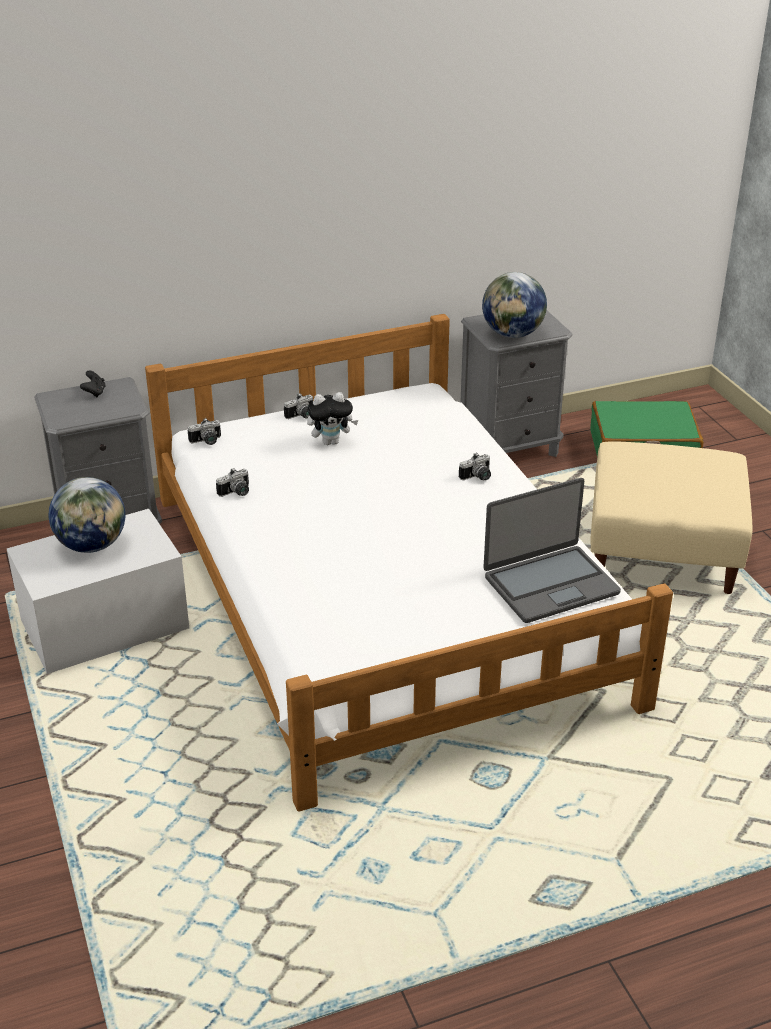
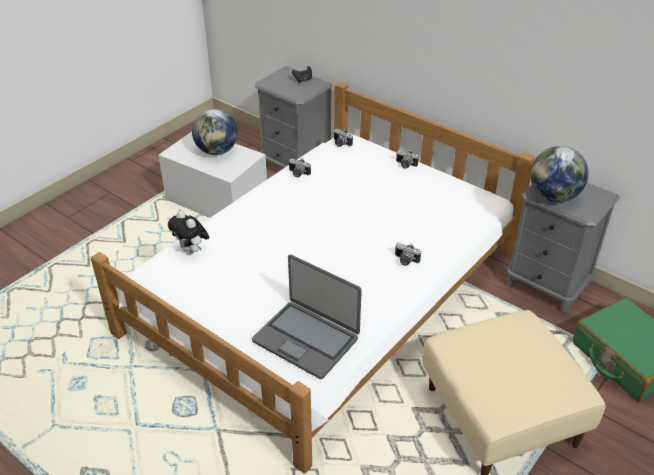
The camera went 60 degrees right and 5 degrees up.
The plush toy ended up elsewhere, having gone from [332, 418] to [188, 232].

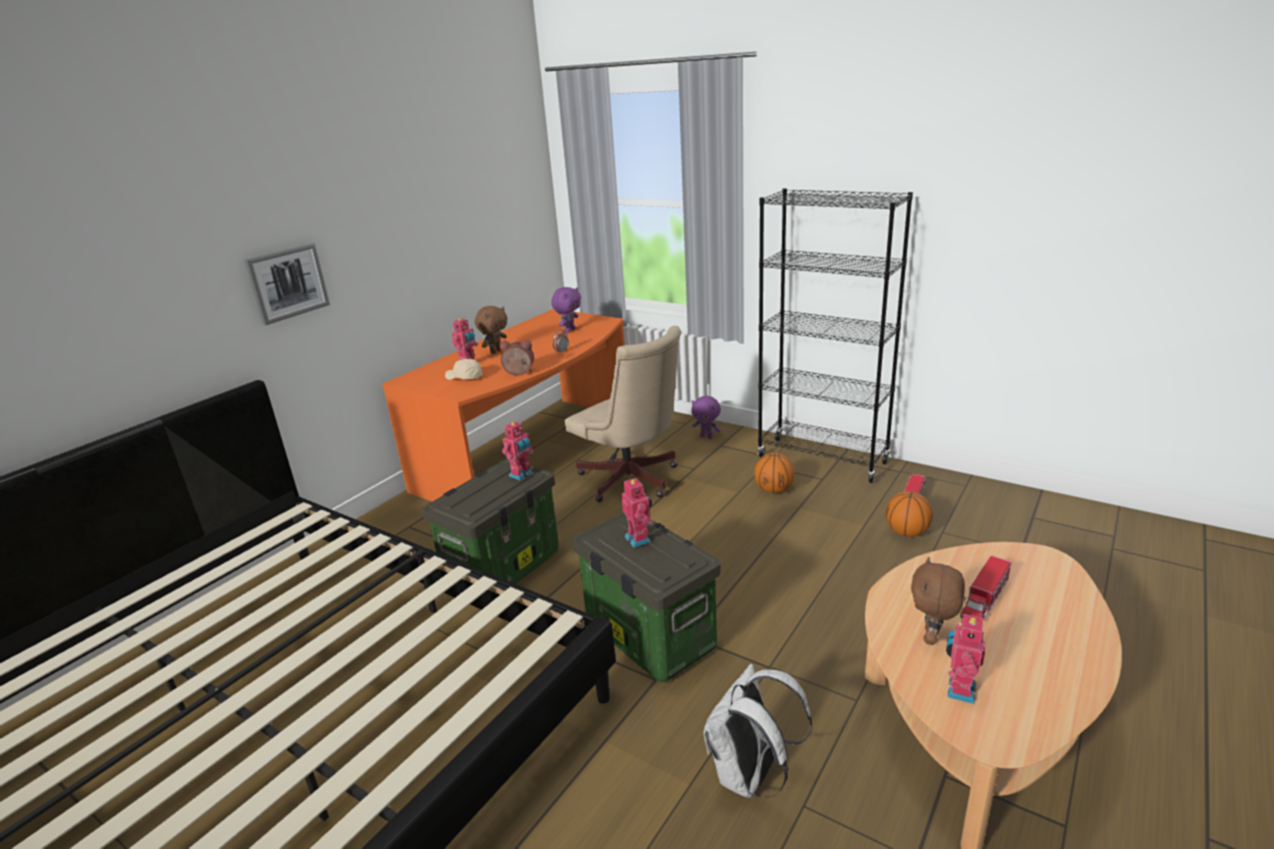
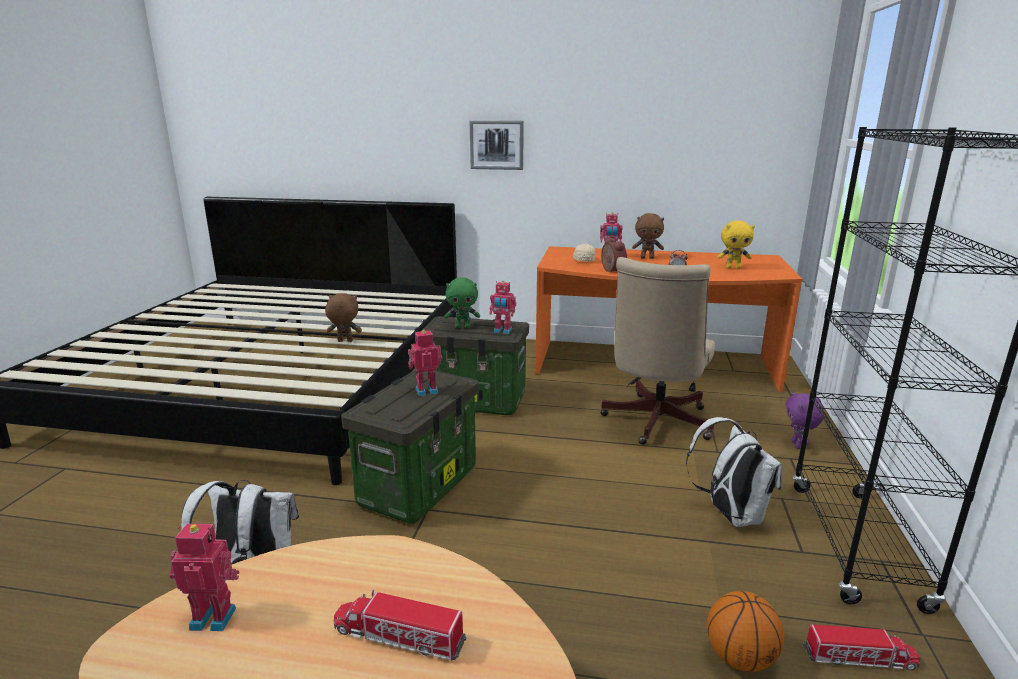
The camera went 65 degrees right and 5 degrees down.
What was the purple plush toy at [566, 310] turned into the yellow-coloured plush toy at [736, 245].
Where the basketball stood at [774, 473], the whitish knapsack came to stand at [734, 472].
The robot figure at [637, 512] ended up facing another way, 150 degrees counterclockwise from before.
The brown plush toy ended up elsewhere, having gone from [938, 601] to [343, 317].
The second view gained the green-coloured plush toy at [462, 302].

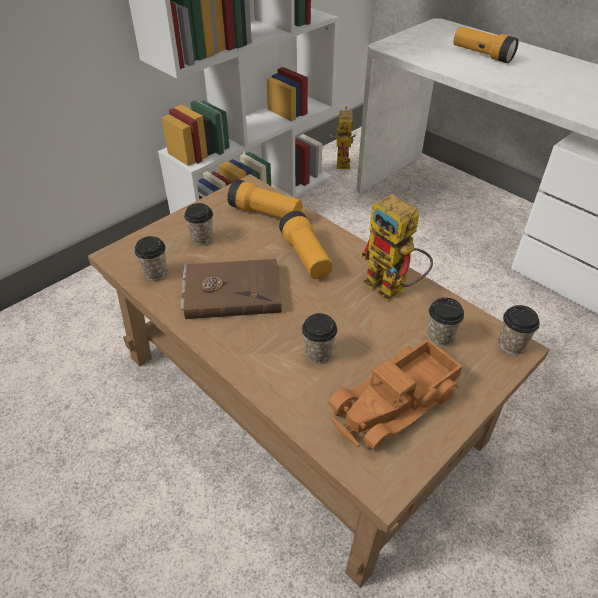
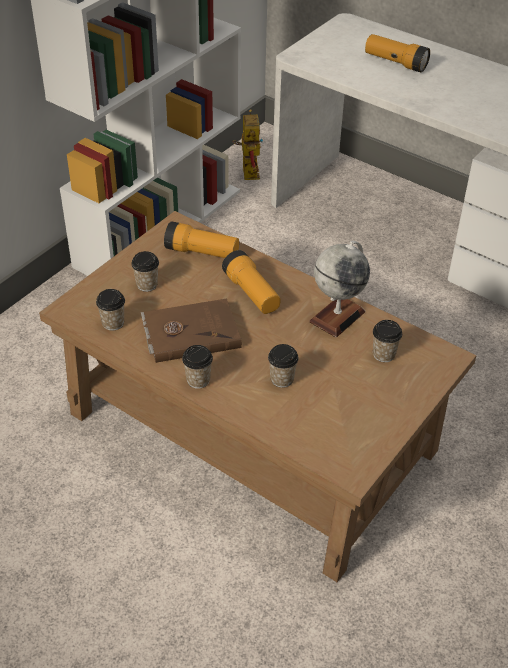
The camera went 10 degrees left and 0 degrees up.
Where the robot figure stood at [396, 247], the globe came to stand at [339, 289].
The drinking cup ended up elsewhere, having gone from [519, 329] to [197, 367].
The second view lost the model truck at [395, 394].

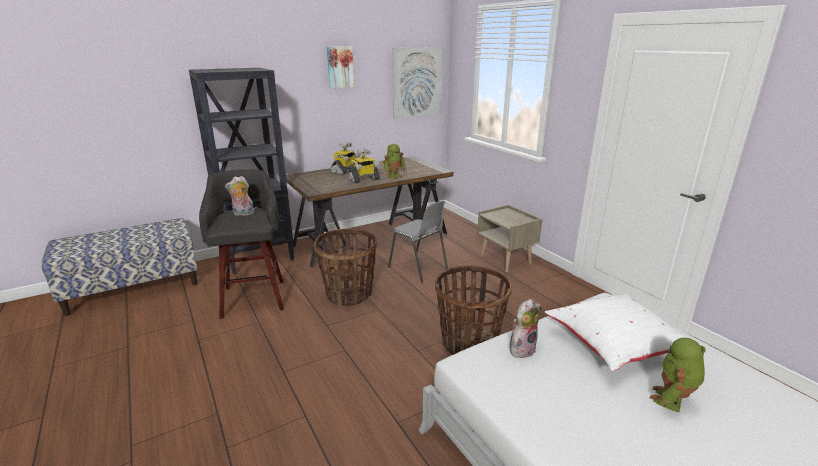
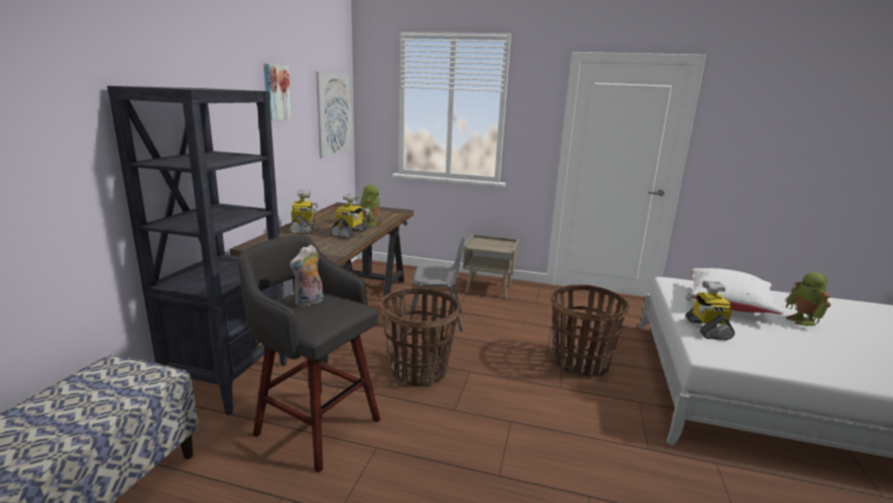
The camera went 45 degrees left and 5 degrees down.
Where the plush toy stood at [525, 328], the robot figure came to stand at [710, 310].

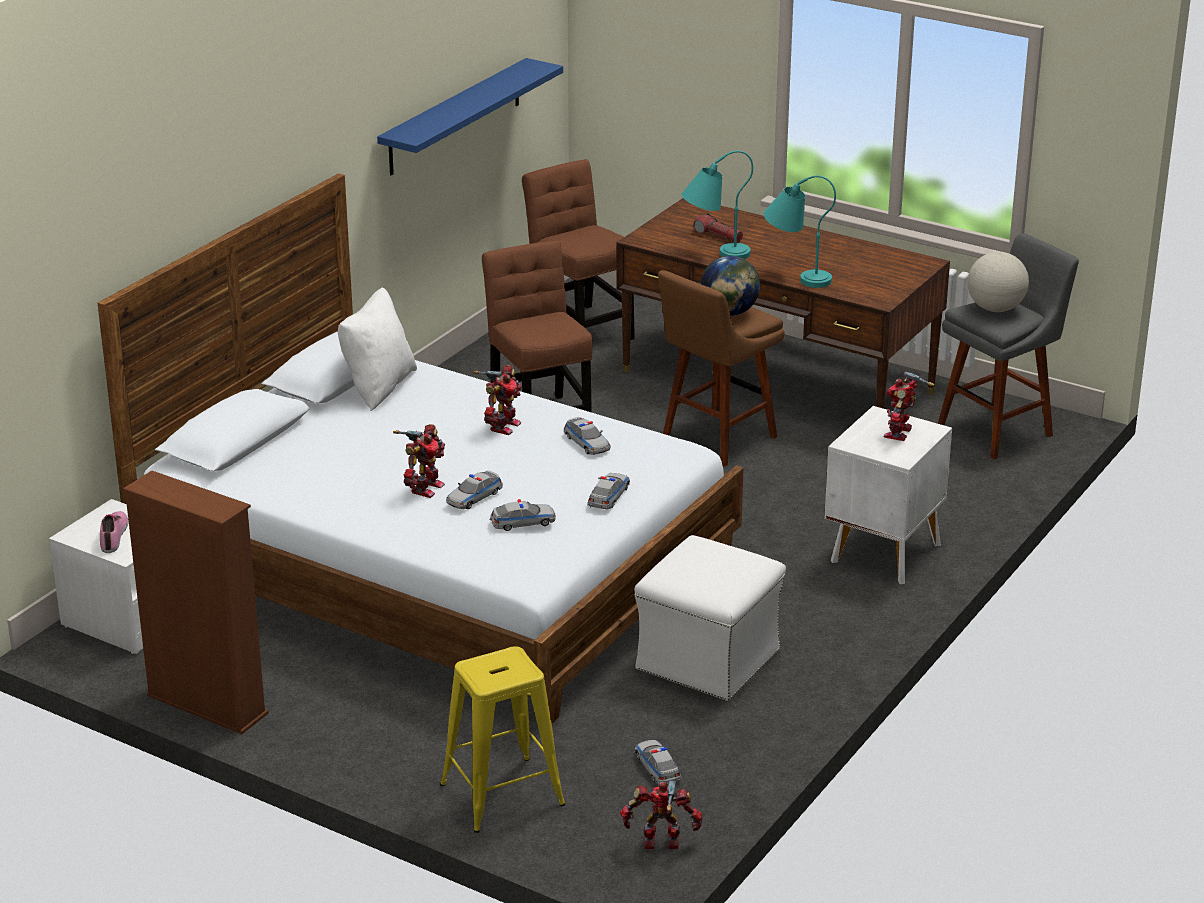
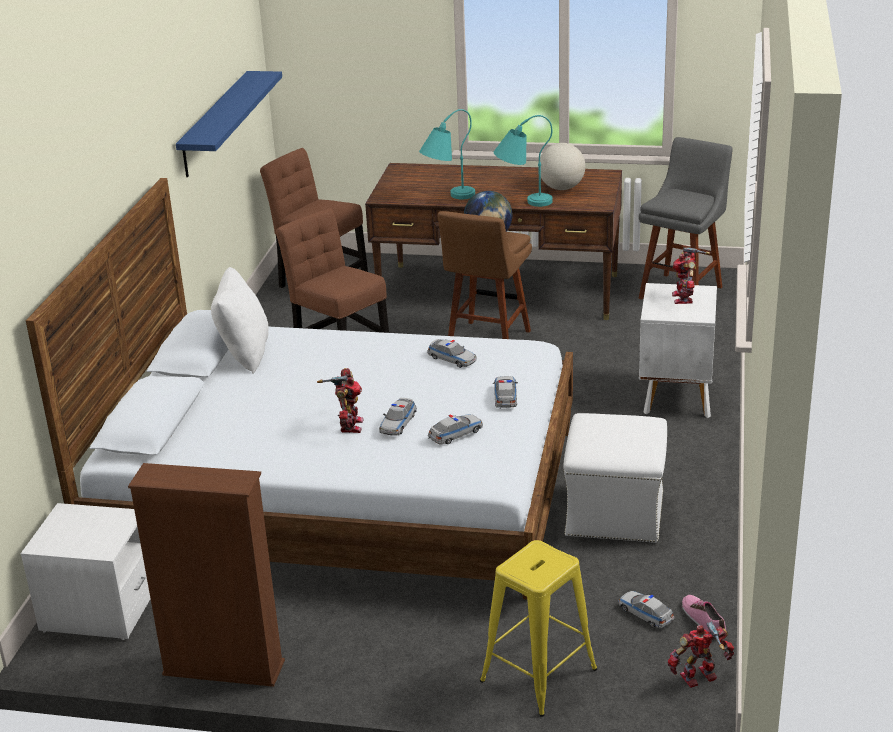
The camera went 20 degrees left and 0 degrees up.
The second view lost the flashlight at [718, 228].
The globe ended up elsewhere, having gone from [998, 282] to [562, 166].
The second view lost the robot figure at [497, 400].
The low shoe ended up elsewhere, having gone from [114, 532] to [704, 614].

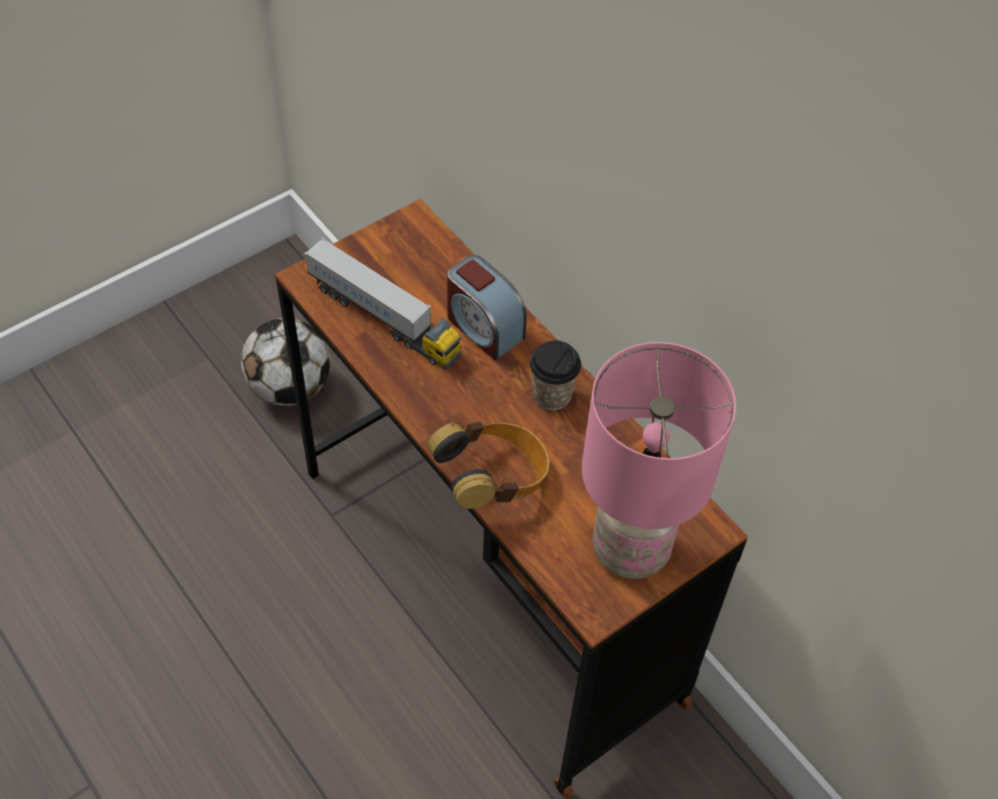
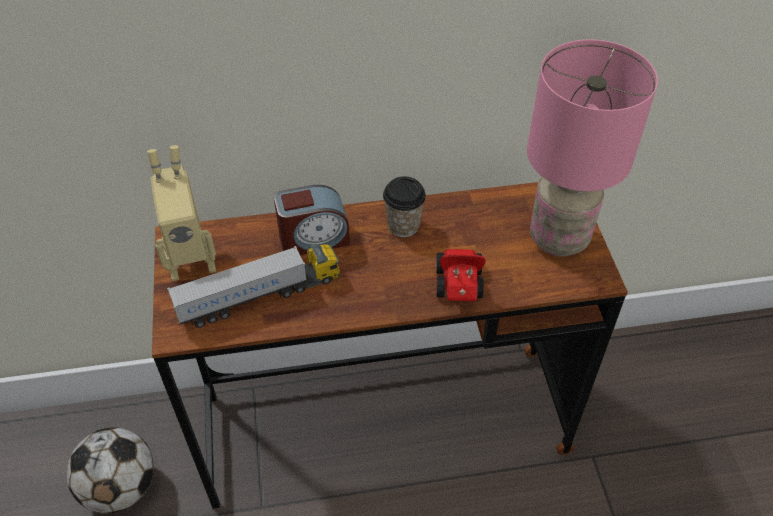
The camera went 60 degrees left and 5 degrees down.
Where the pair of headphones stood at [488, 465], the model car came to stand at [461, 275].
The second view gained the robot figure at [181, 213].

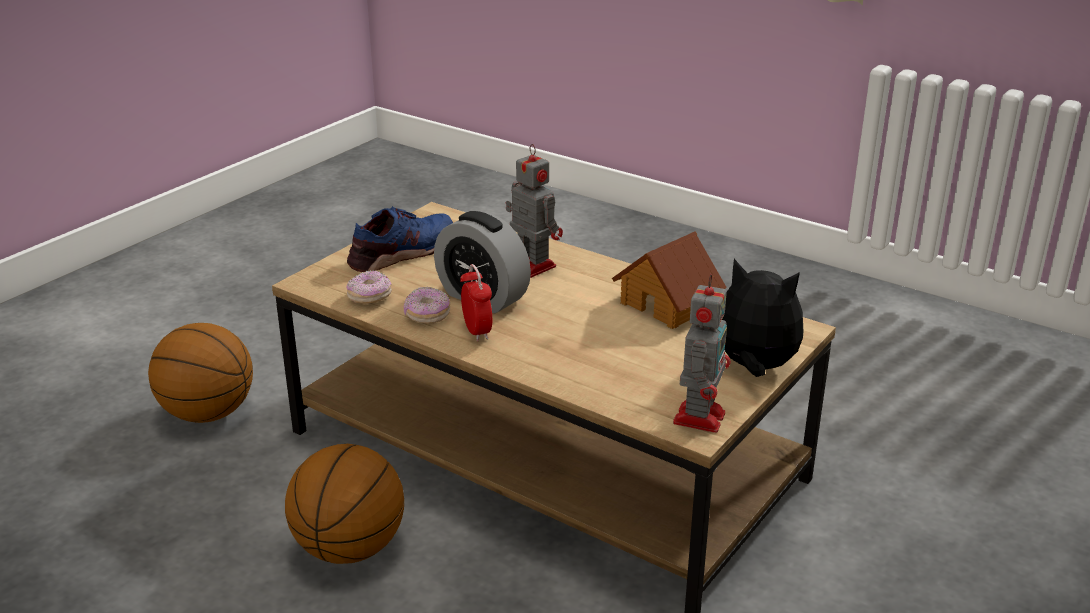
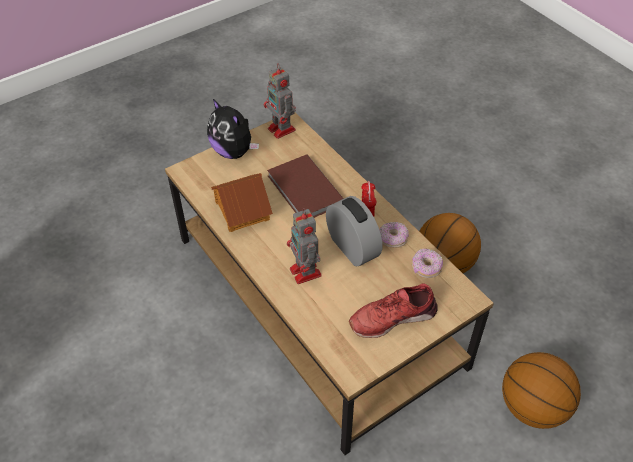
The camera went 160 degrees left and 20 degrees up.
What was the blue low shoe at [400, 239] turned into the reddish low shoe at [393, 310].
The robot figure at [702, 353] ended up facing another way, 75 degrees counterclockwise from before.
The second view gained the brown bound book at [305, 186].

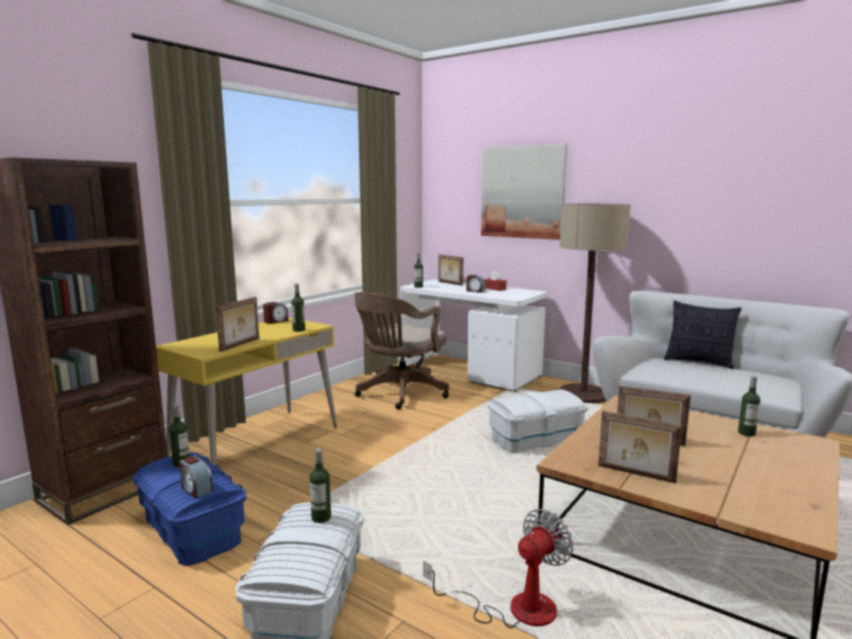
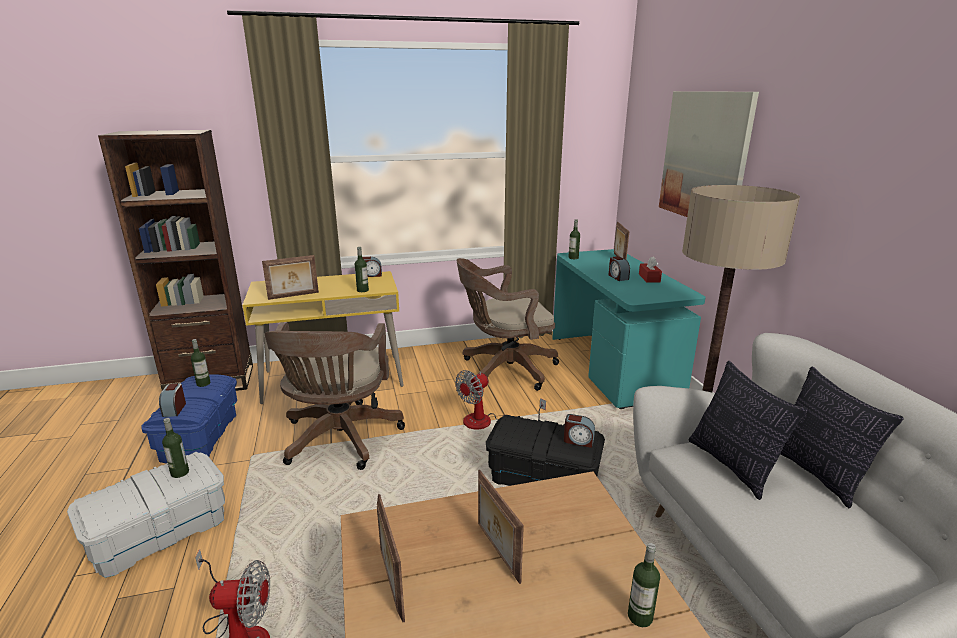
The camera went 40 degrees right and 10 degrees up.
What was the whitish desk table at [473, 336] turned into the blue-green desk table at [629, 329].
What was the whitish storage bin at [537, 421] turned into the blackish storage bin at [545, 450].
The second view gained the brown desk chair at [335, 396].
The second view gained the throw pillow at [748, 430].
The second view gained the fan at [500, 400].
The second view gained the table clock at [579, 431].

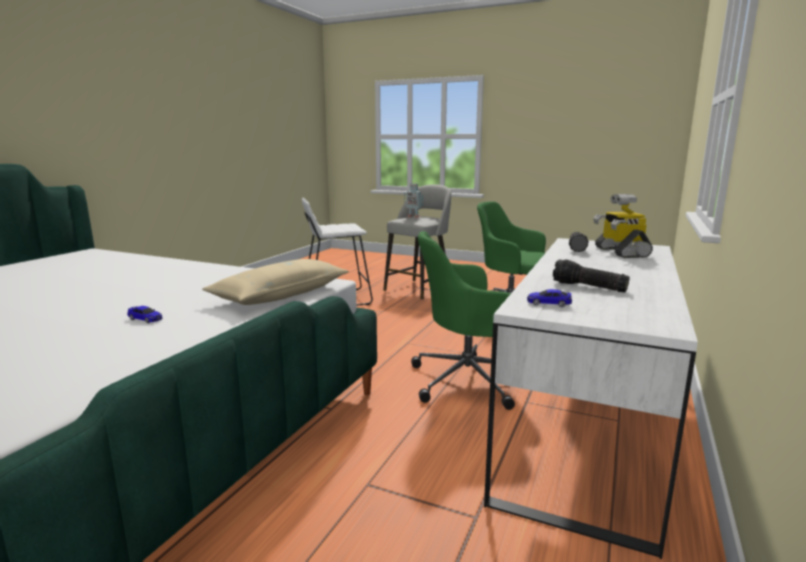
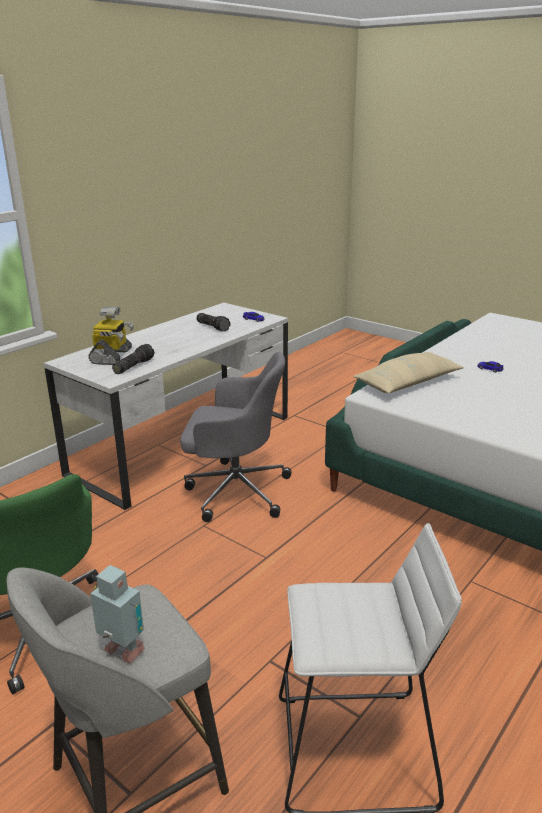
The camera went 165 degrees left and 10 degrees up.
What was the green-coloured desk chair at [463, 320] turned into the gray desk chair at [236, 437].

